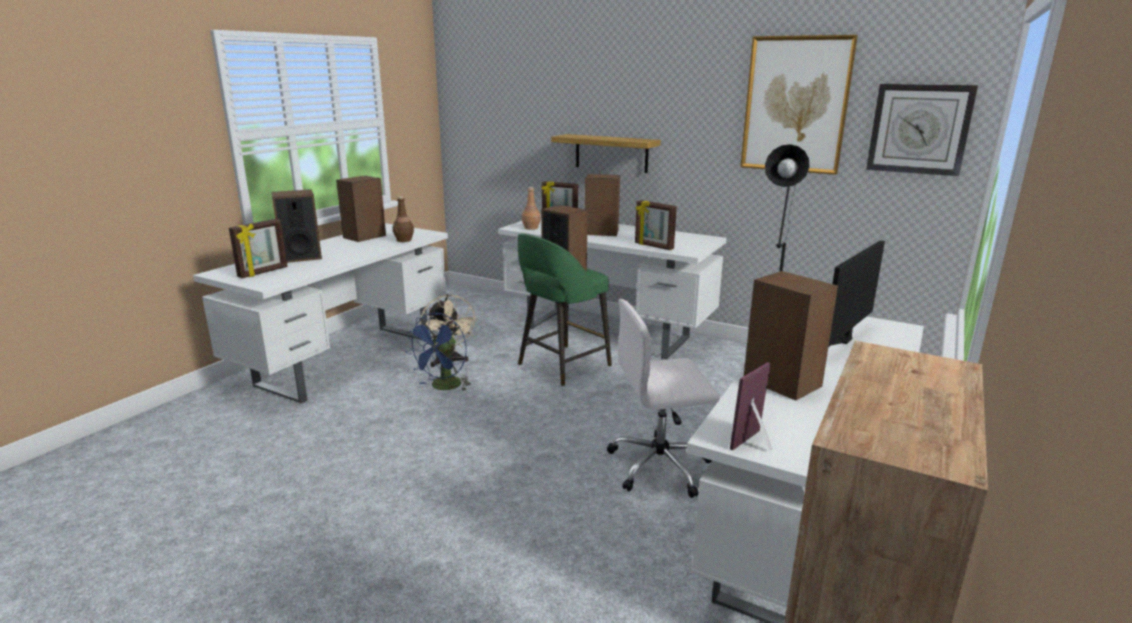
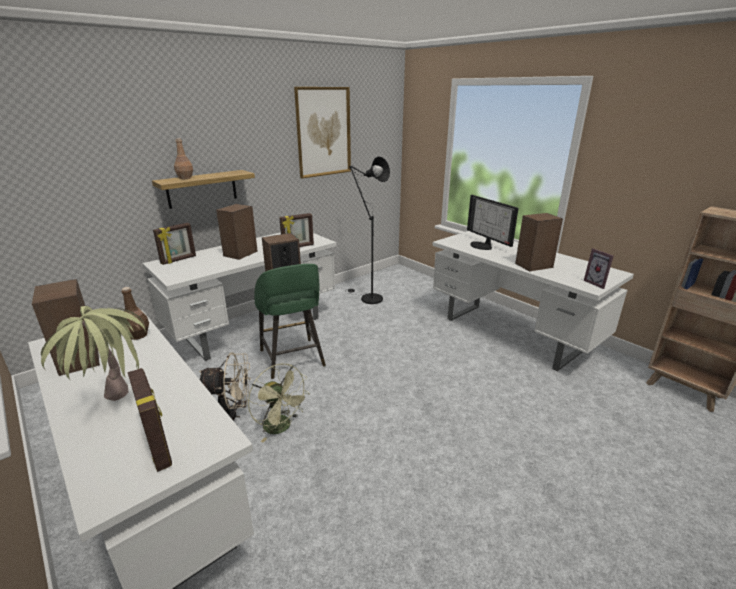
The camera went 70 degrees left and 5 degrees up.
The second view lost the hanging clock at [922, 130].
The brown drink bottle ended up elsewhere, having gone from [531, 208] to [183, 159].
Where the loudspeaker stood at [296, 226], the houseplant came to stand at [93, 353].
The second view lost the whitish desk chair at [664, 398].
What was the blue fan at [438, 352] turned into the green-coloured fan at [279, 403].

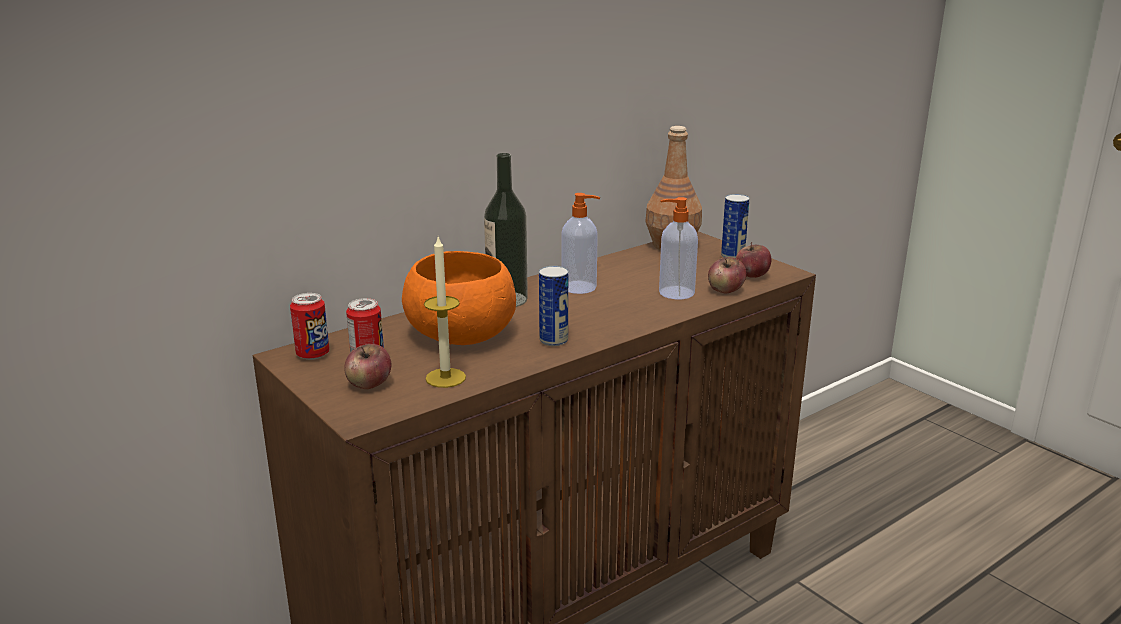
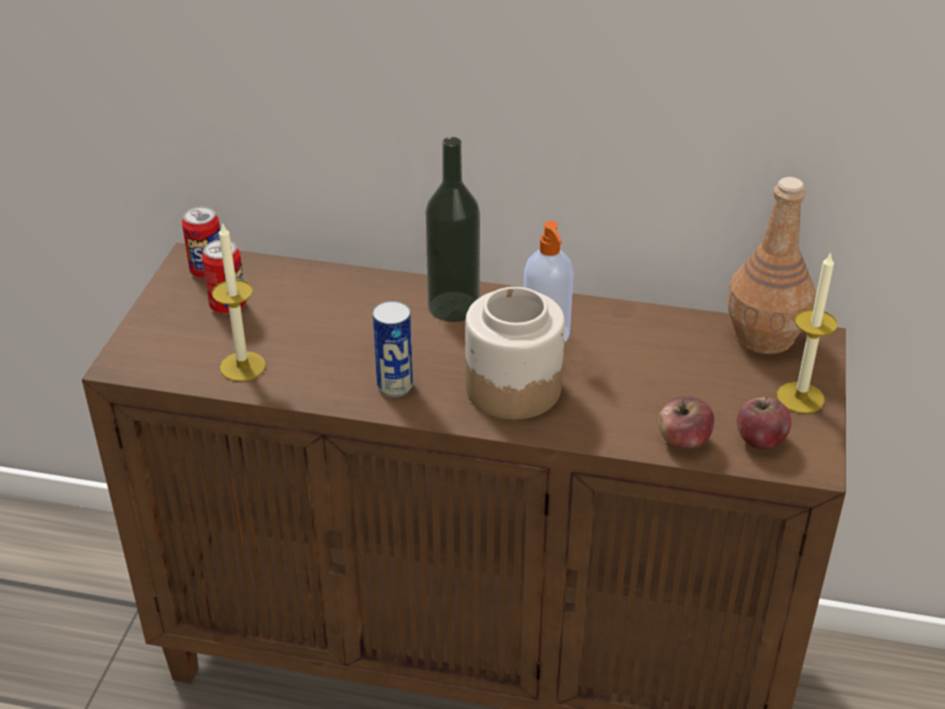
The camera went 50 degrees right and 15 degrees up.
Where the sealed can stood at [735, 226], the wax light came to stand at [807, 333].
The second view lost the liquid soap bottle at [678, 248].
The second view lost the orange-coloured serving bowl at [459, 298].
The second view lost the whole apple at [367, 366].
The second view gained the jar at [515, 353].

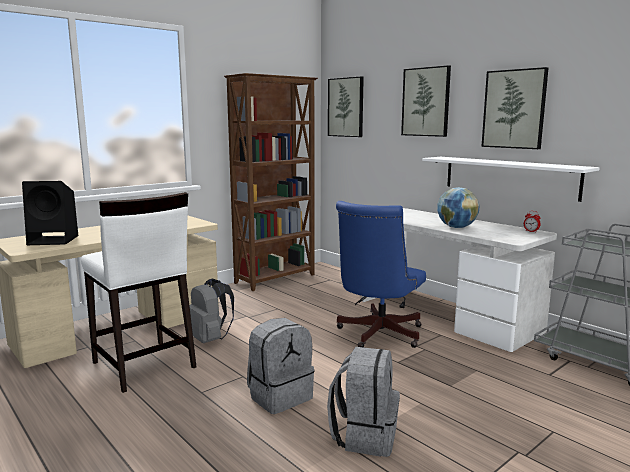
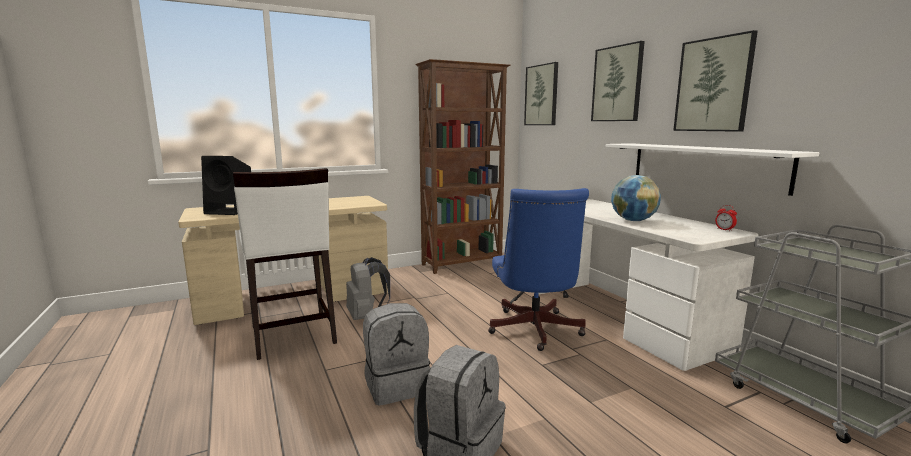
The camera went 15 degrees right and 0 degrees up.
The blue desk chair at [381, 274] ended up facing another way, 45 degrees counterclockwise from before.

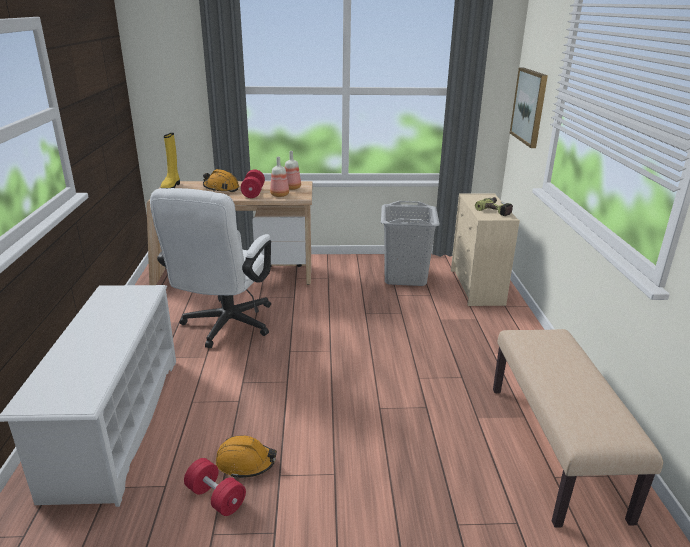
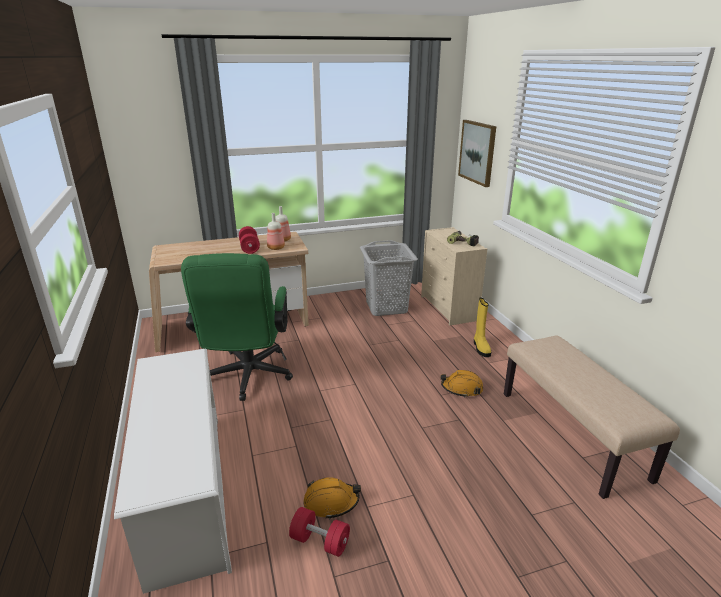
The camera went 15 degrees left and 0 degrees up.
The yellow-coloured boot ended up elsewhere, having gone from [170, 161] to [482, 327].
The orange-coloured safety helmet ended up elsewhere, having gone from [221, 180] to [462, 384].
What was the whitish desk chair at [210, 268] turned into the green-coloured desk chair at [237, 327].

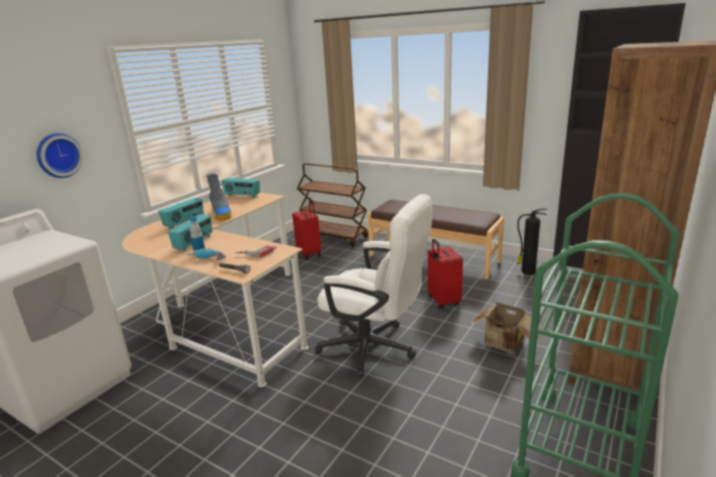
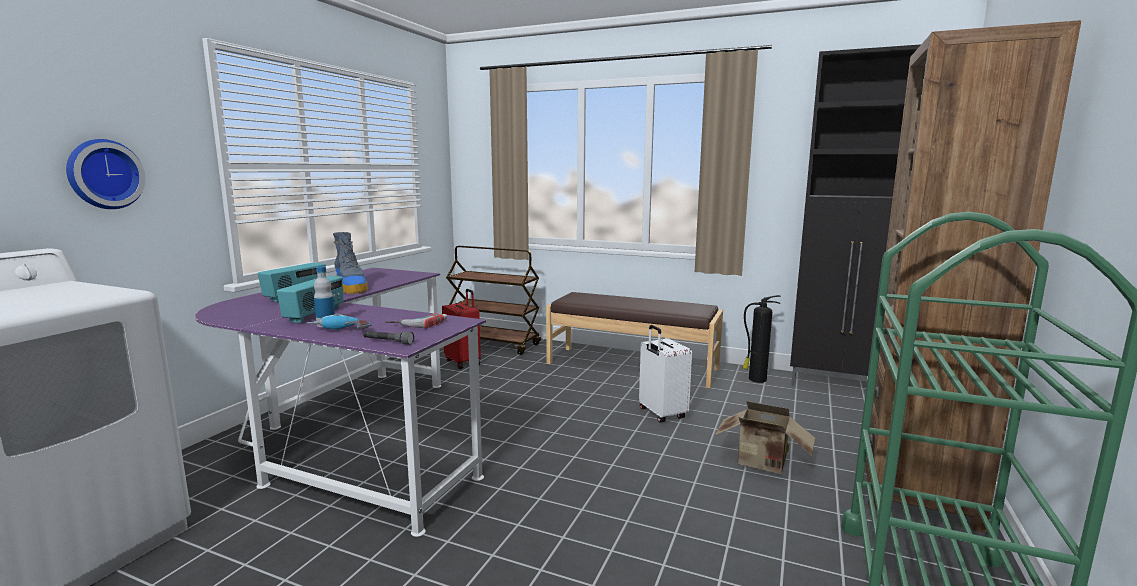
The camera went 10 degrees left and 10 degrees down.
The second view lost the radio receiver at [240, 188].
What was the beige desk table at [215, 290] turned into the purple desk table at [340, 402].
The second view lost the whitish desk chair at [373, 285].
What was the reddish travel case at [445, 274] turned into the whitish travel case at [665, 374].

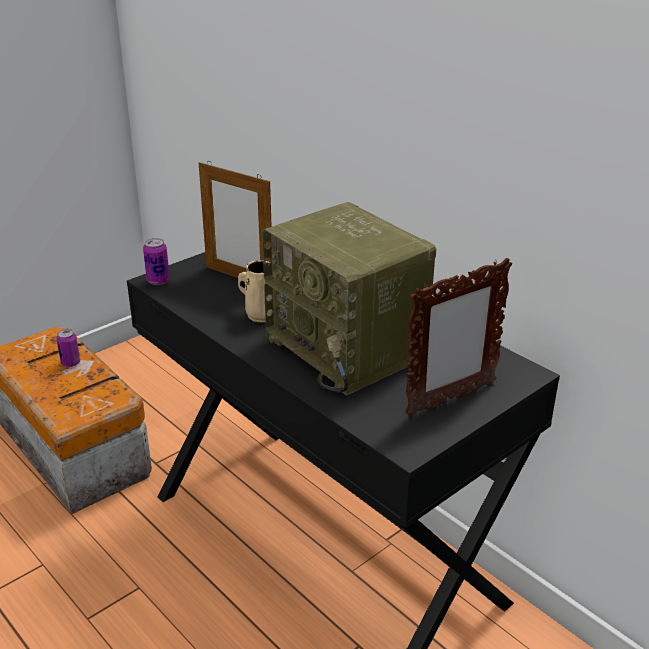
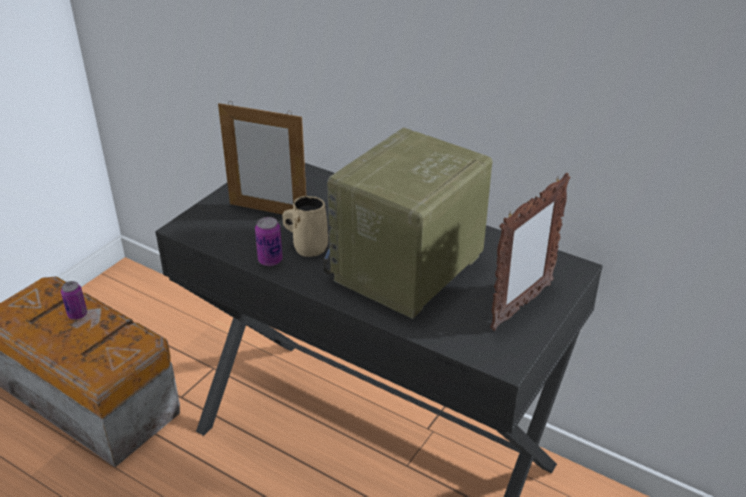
The camera went 15 degrees left and 5 degrees up.
The radio receiver at [349, 299] ended up facing another way, 90 degrees clockwise from before.
The sealed can ended up elsewhere, having gone from [156, 261] to [269, 241].

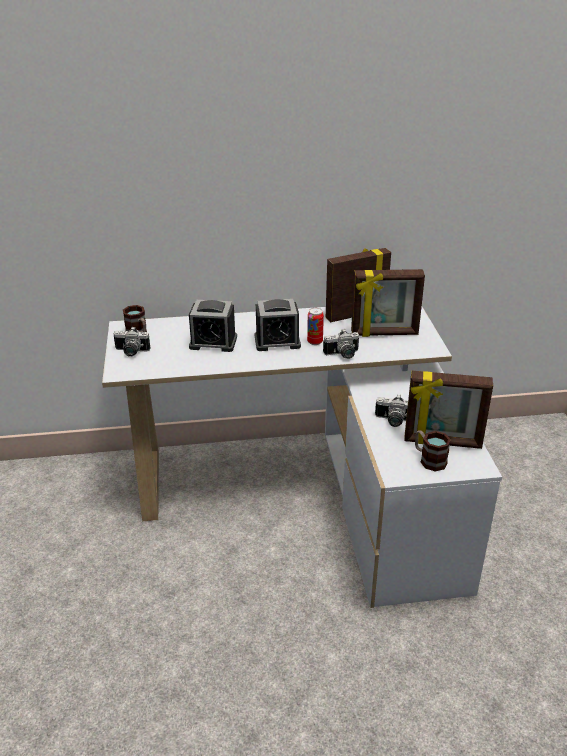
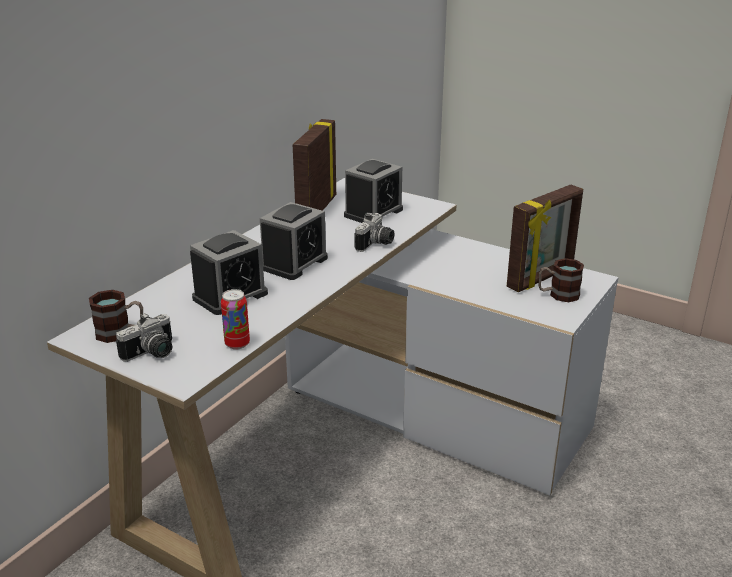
The camera went 50 degrees left and 5 degrees down.
Where the picture frame stood at [388, 303], the table clock came to stand at [373, 191].
The sealed can ended up elsewhere, having gone from [315, 326] to [235, 319].
The second view lost the still camera at [391, 410].

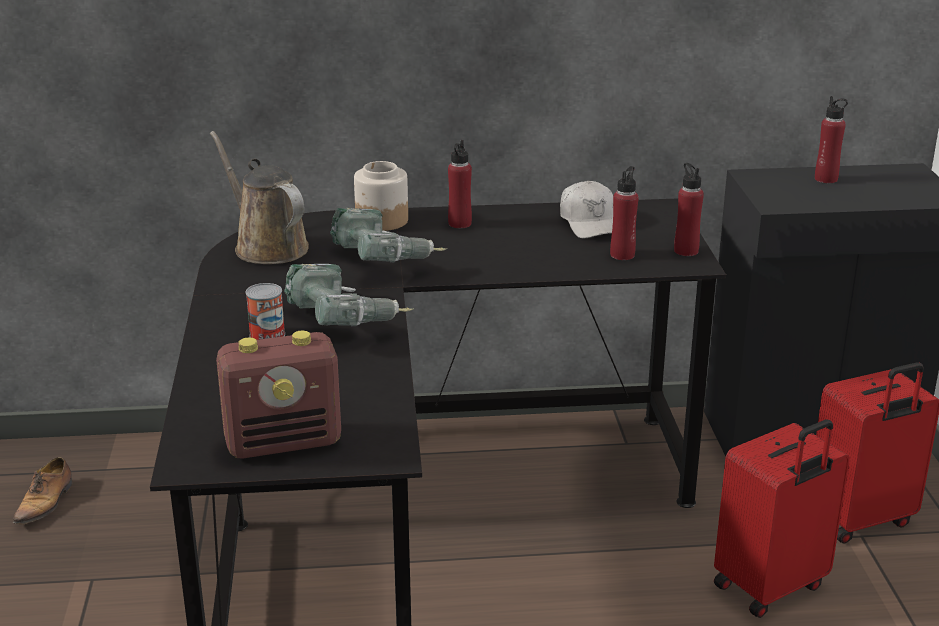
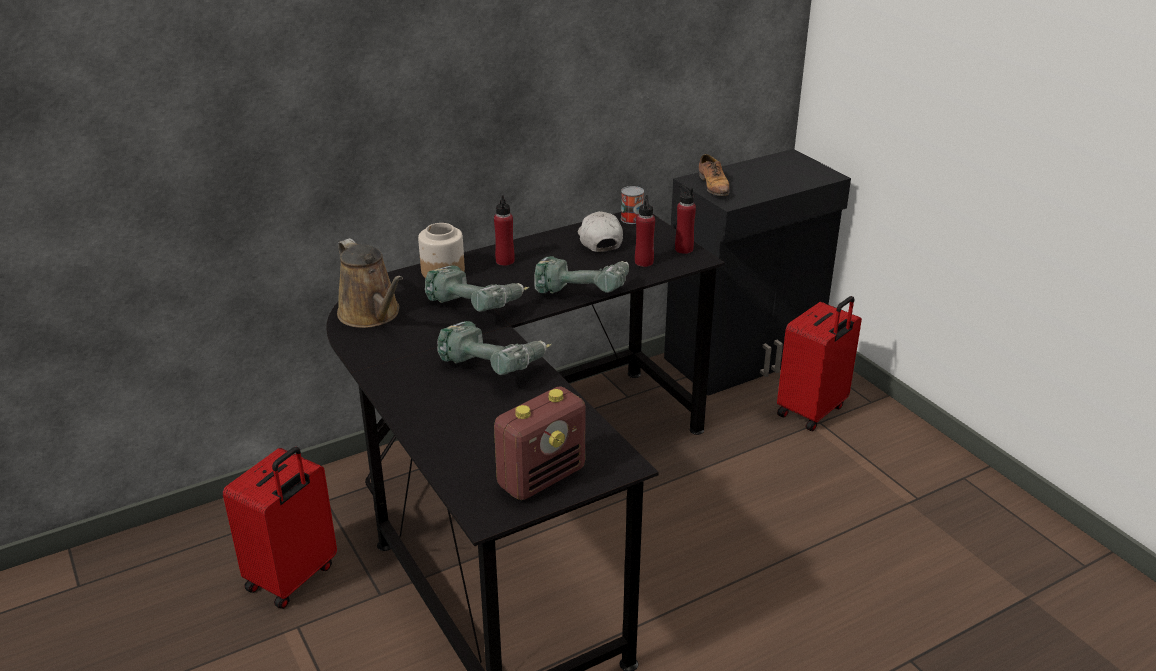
The camera went 25 degrees left and 5 degrees up.
The second view lost the reddish drink bottle at [831, 139].
The brown watering pot at [259, 197] ended up facing another way, 150 degrees counterclockwise from before.
The whitish baseball cap at [586, 210] ended up facing another way, 150 degrees counterclockwise from before.
The sealed can ended up elsewhere, having gone from [265, 311] to [632, 205].
The reddish travel case ended up elsewhere, having gone from [782, 518] to [280, 528].
The low shoe ended up elsewhere, having gone from [43, 490] to [714, 175].
The second view gained the drill at [581, 275].

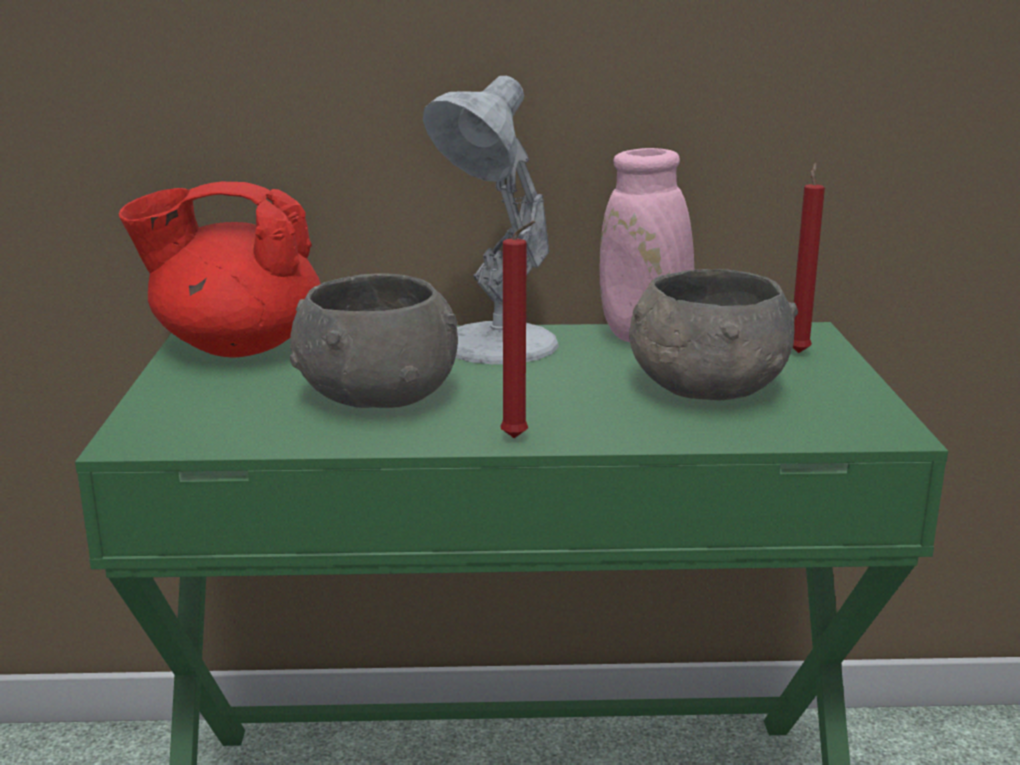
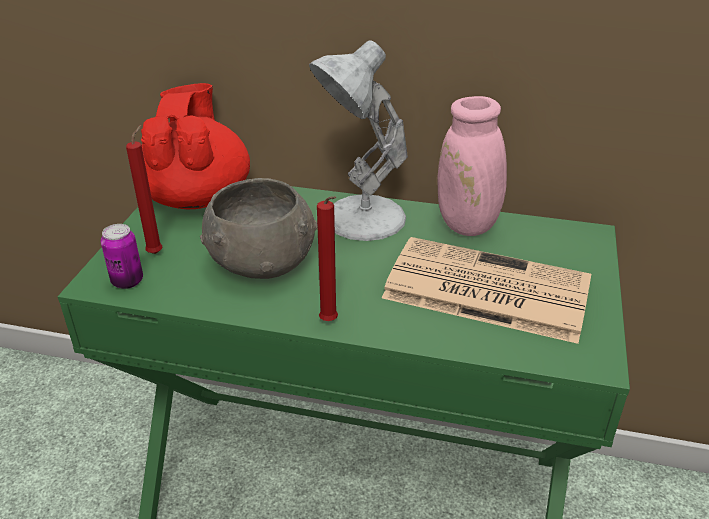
The camera went 15 degrees right and 15 degrees up.
The reddish wax light ended up elsewhere, having gone from [809, 258] to [144, 189].
The reddish pot for tea at [220, 270] ended up facing another way, 75 degrees clockwise from before.
Where the gray serving bowl stood at [713, 334], the newspaper came to stand at [486, 290].
The second view gained the sealed can at [122, 256].

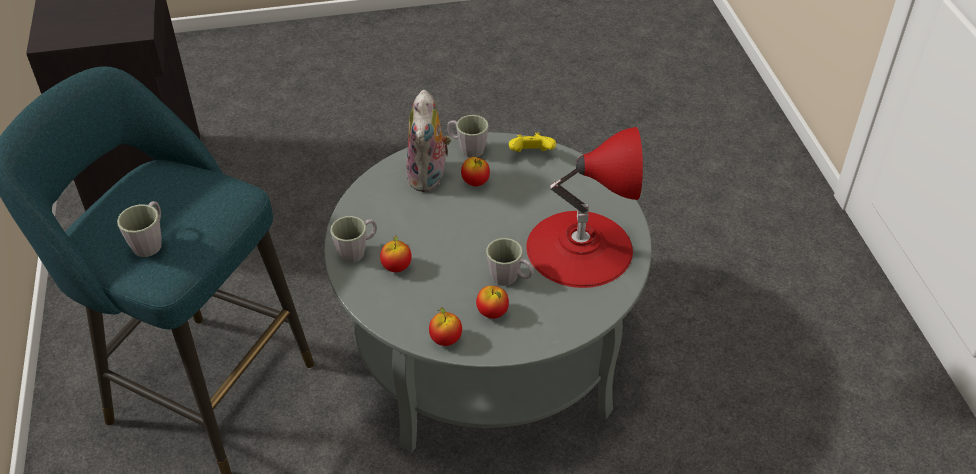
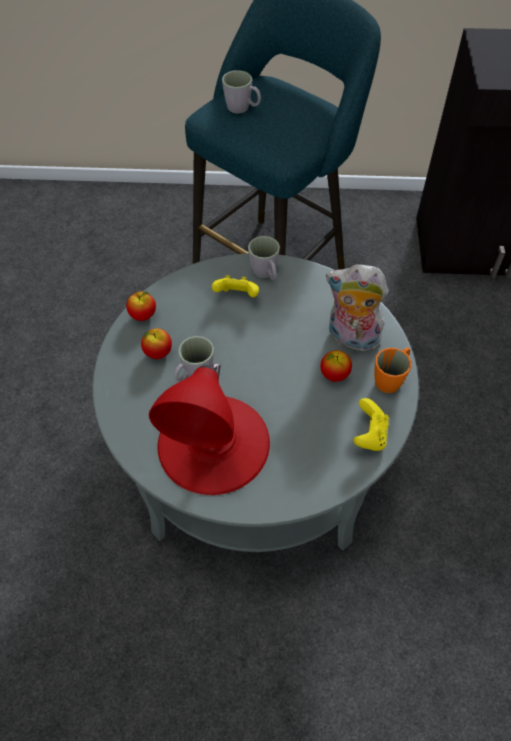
The camera went 105 degrees right and 10 degrees up.
What was the gray tea mug at [468, 136] turned into the orange-coloured tea mug at [393, 370].
Where the whole apple stood at [396, 254], the yellow-coloured game controller came to stand at [235, 286].

